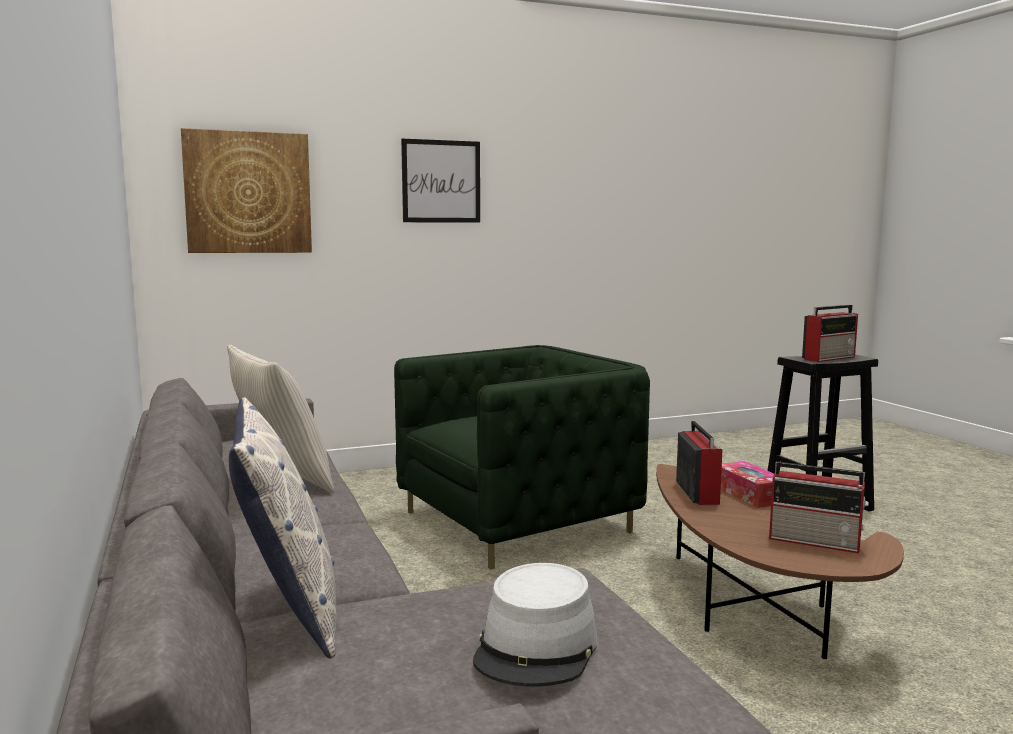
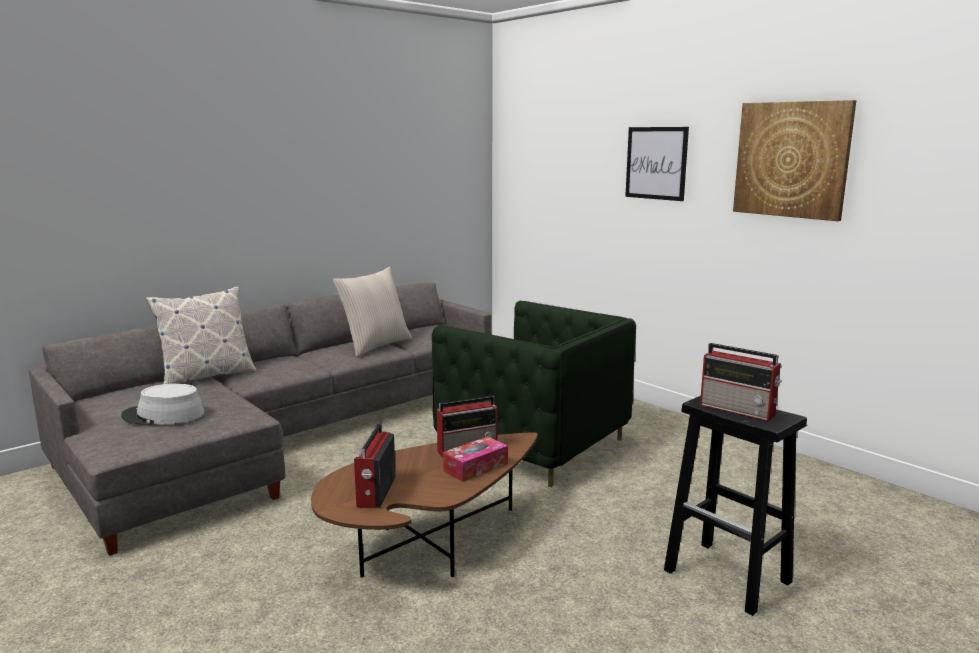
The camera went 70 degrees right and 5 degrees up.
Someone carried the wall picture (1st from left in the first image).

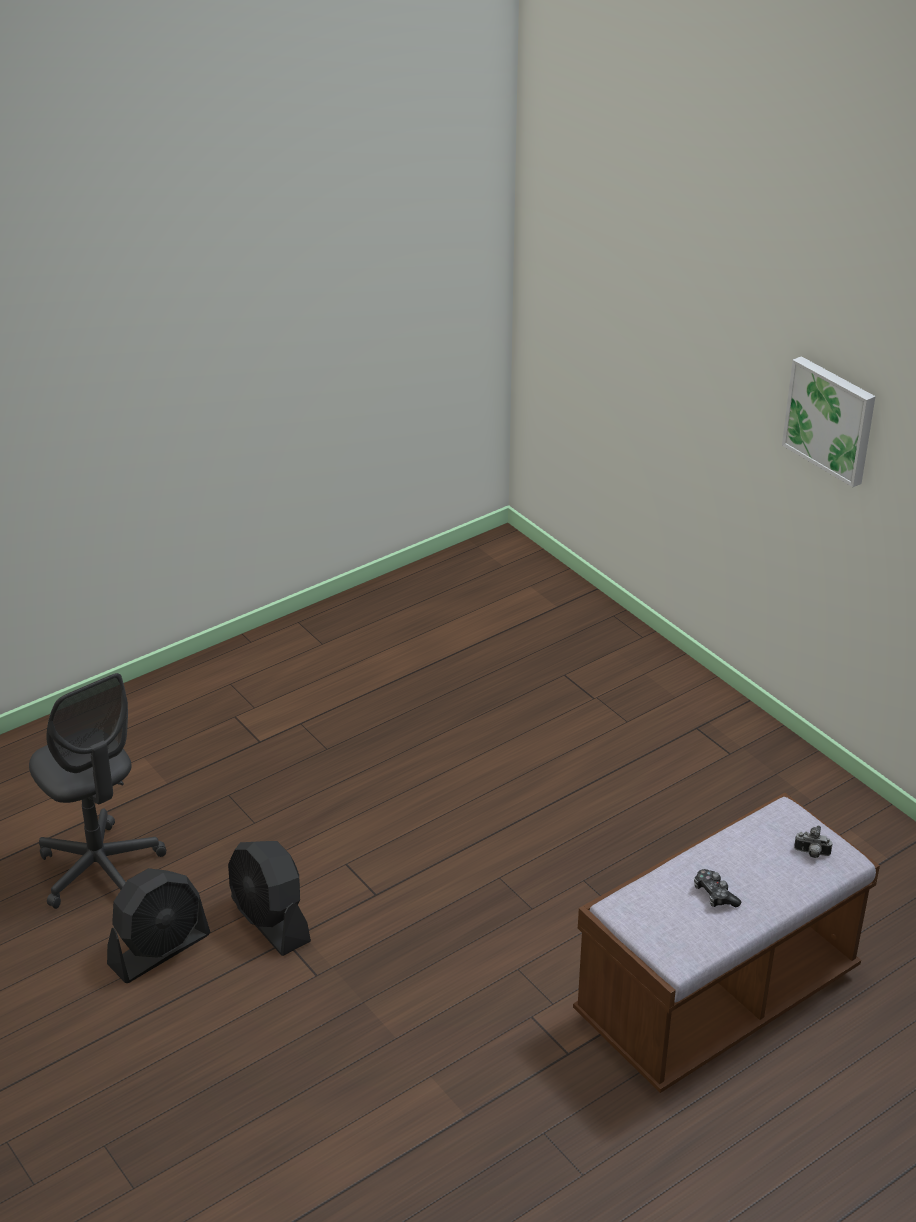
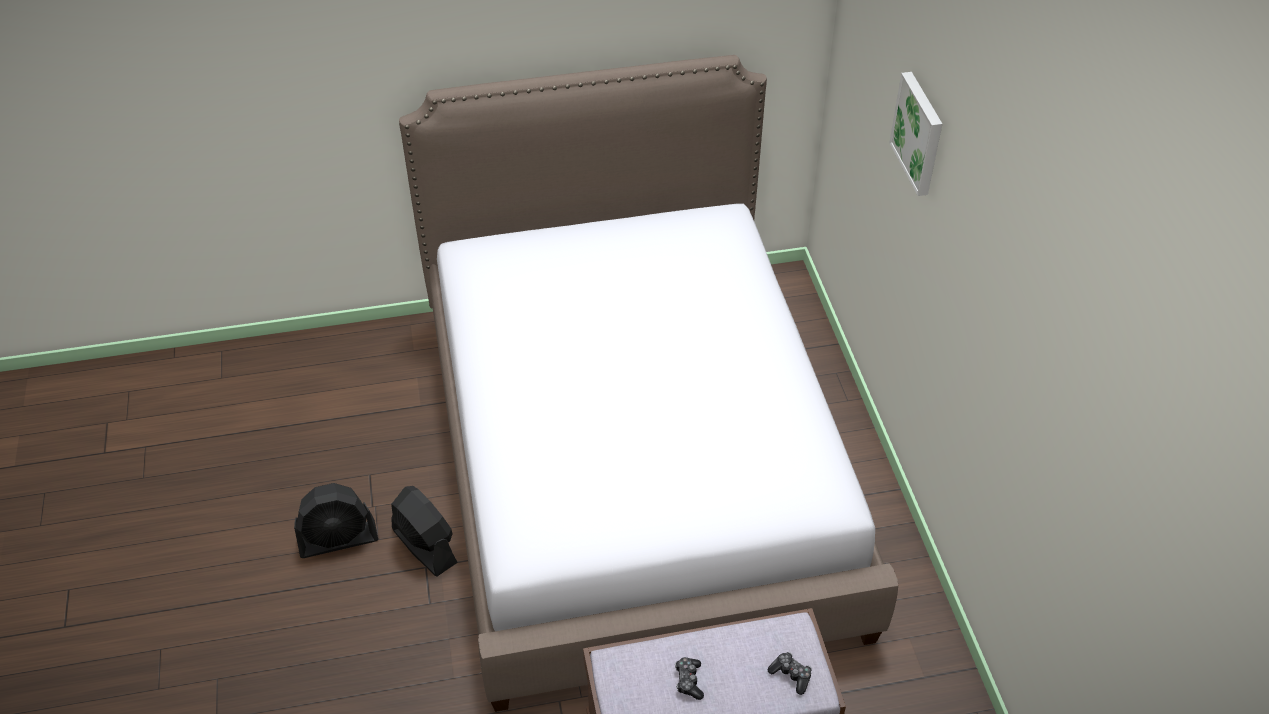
The camera went 25 degrees right and 10 degrees up.
Someone took away the grey office chair.
Someone put down the bedroom bed.
Someone carried the wall picture.
Someone swapped the photo camera for the joypad (2nd from left).
Someone rotated the blackish fan (2nd from left) by 150 degrees clockwise.

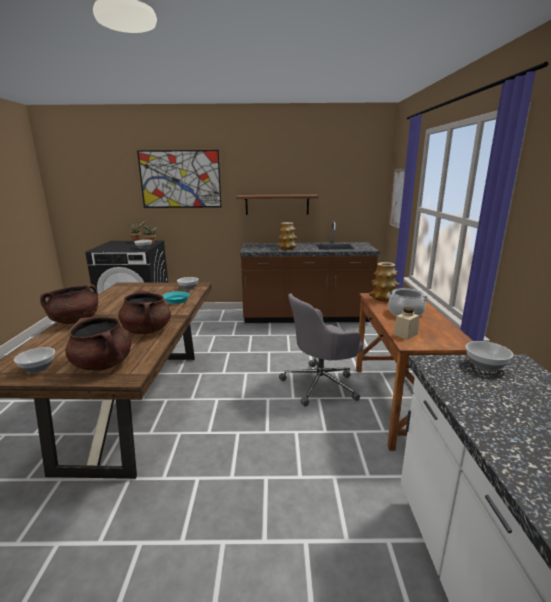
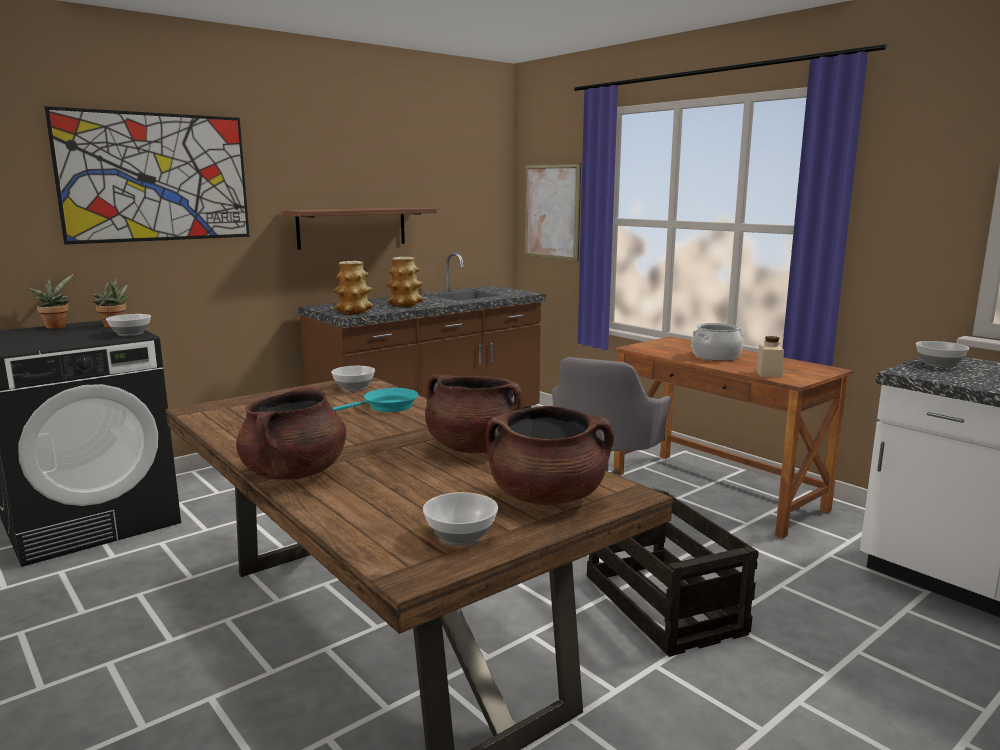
The camera went 40 degrees left and 5 degrees down.
Someone put down the shipping crate.
Someone carried the decorative vase (2nd from left in the first image).

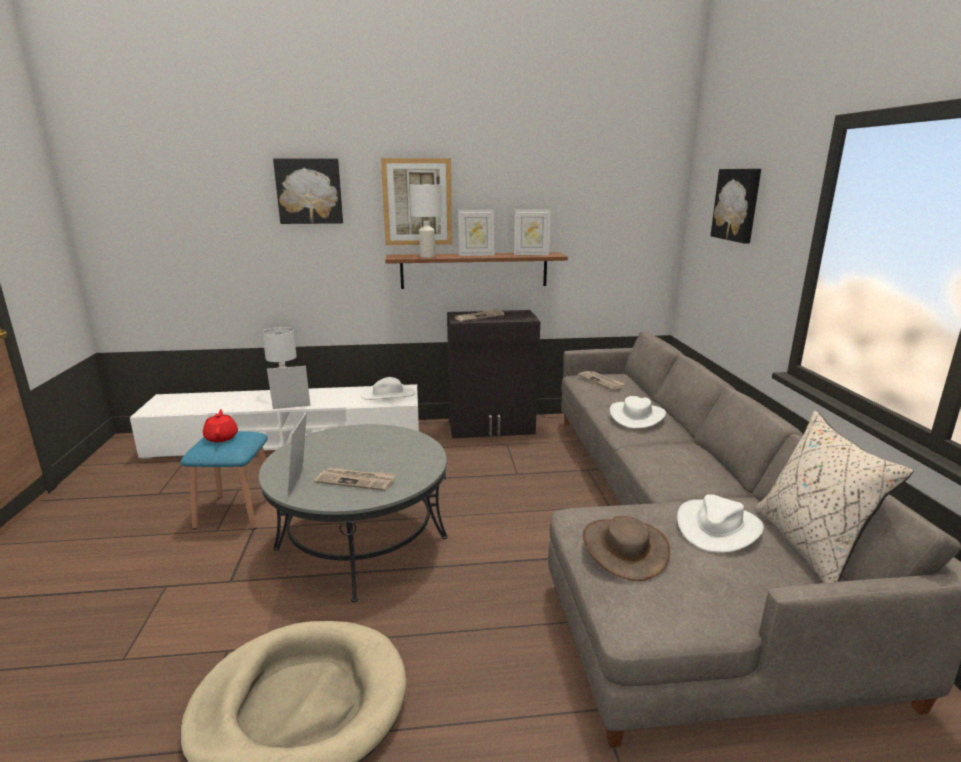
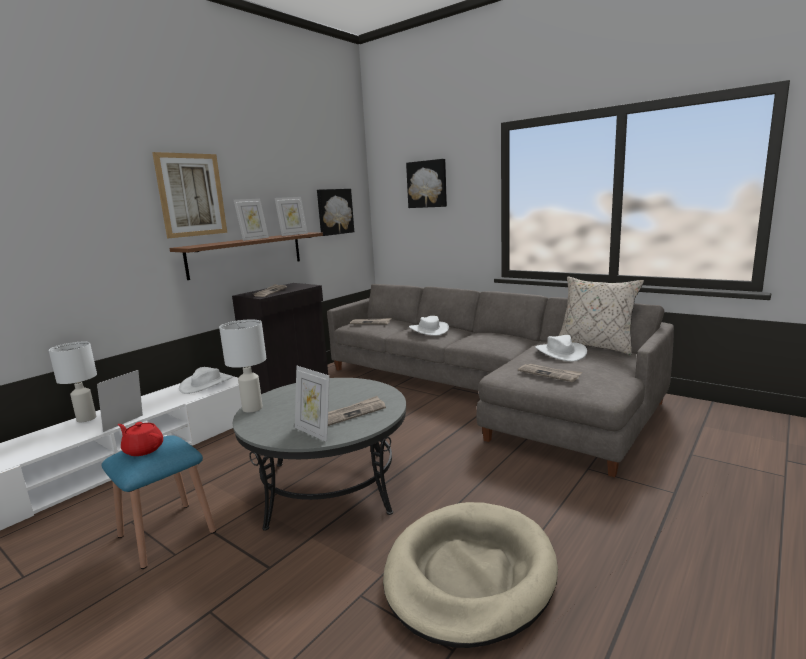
The camera went 45 degrees left and 5 degrees down.
Someone carried the wall picture (1st from left in the first image).
Someone carried the whitish table lamp (2nd from left).
Someone swapped the brownish hat for the daily paper (4th from left).

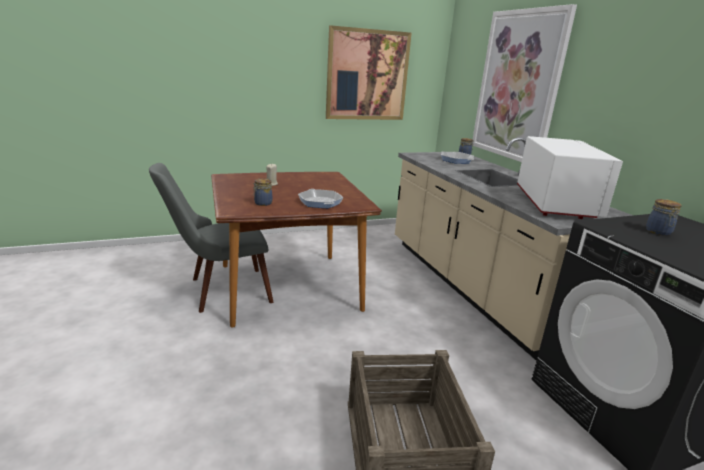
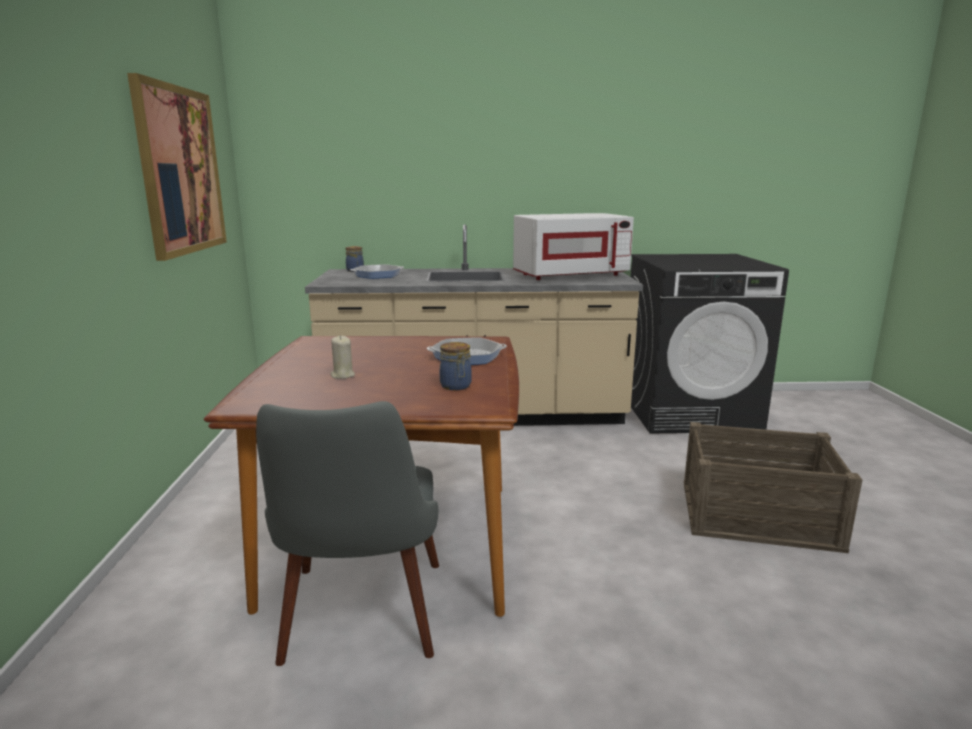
The camera went 70 degrees left and 5 degrees down.
Someone took away the wall picture (2nd from left).
Someone took away the jar (3rd from left).
Someone rotated the whitish microwave oven by 135 degrees clockwise.

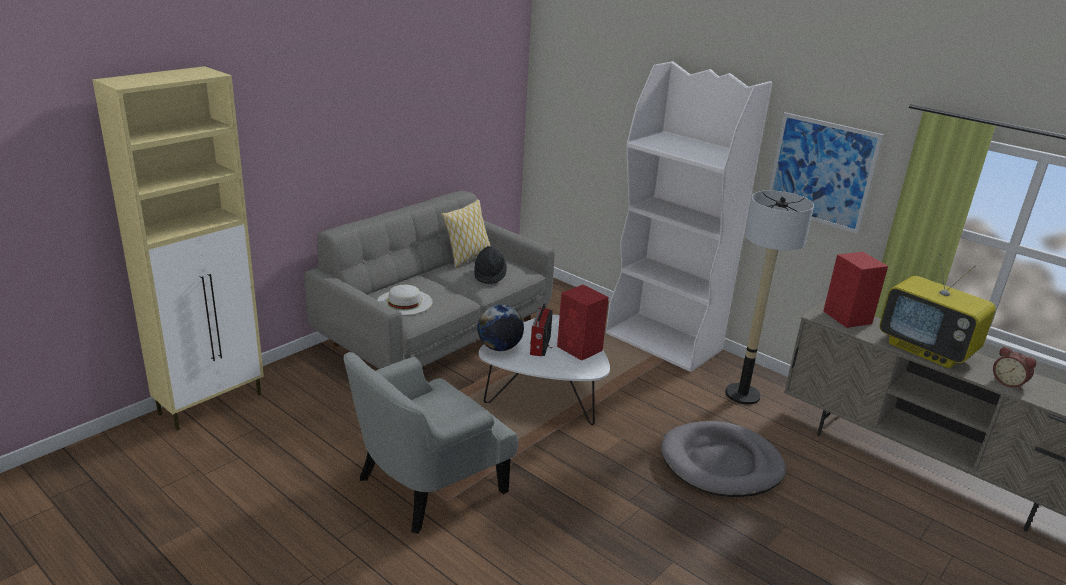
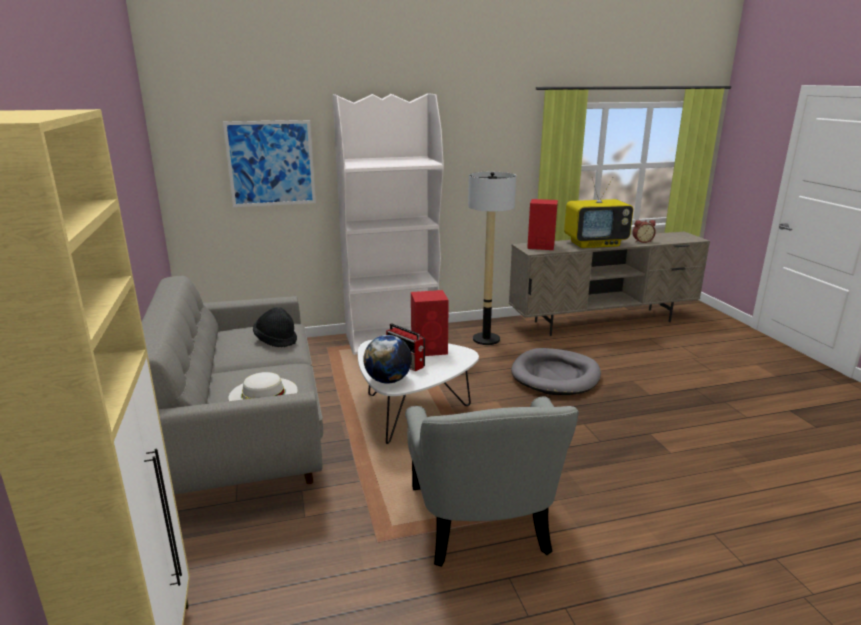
The camera went 55 degrees left and 5 degrees down.
Someone took away the cushion.
Someone carried the wall picture.

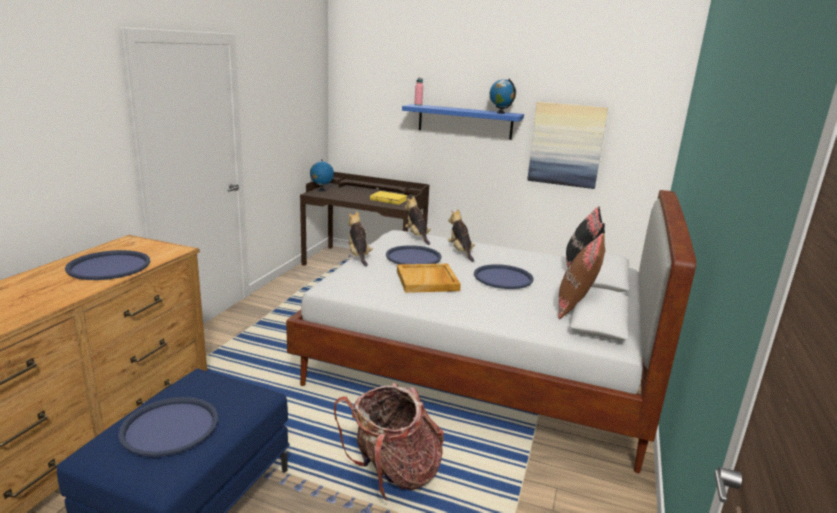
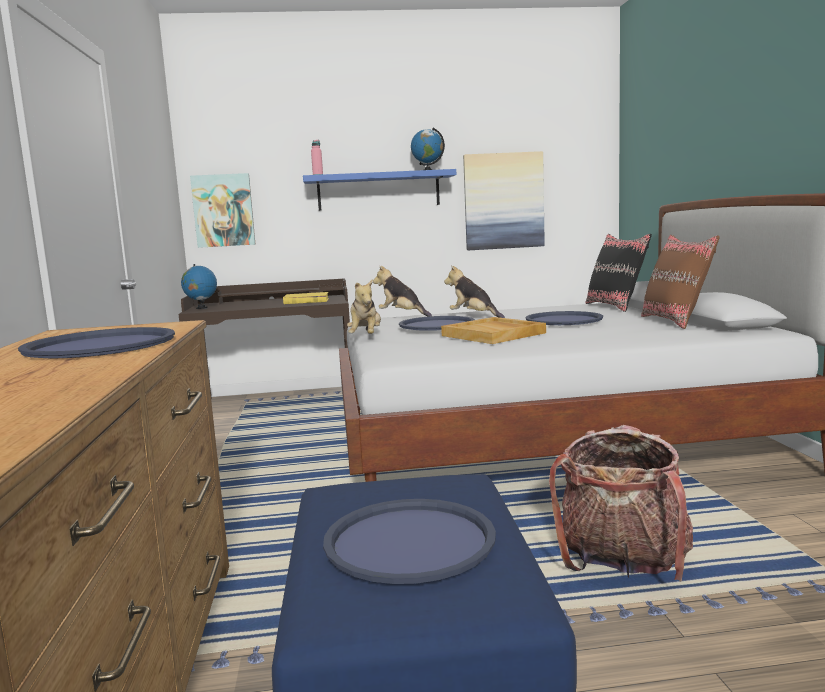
The camera went 25 degrees left and 10 degrees down.
Someone put up the wall picture (1st from left).
Someone rotated the cuddly toy (1st from left) by 135 degrees counterclockwise.

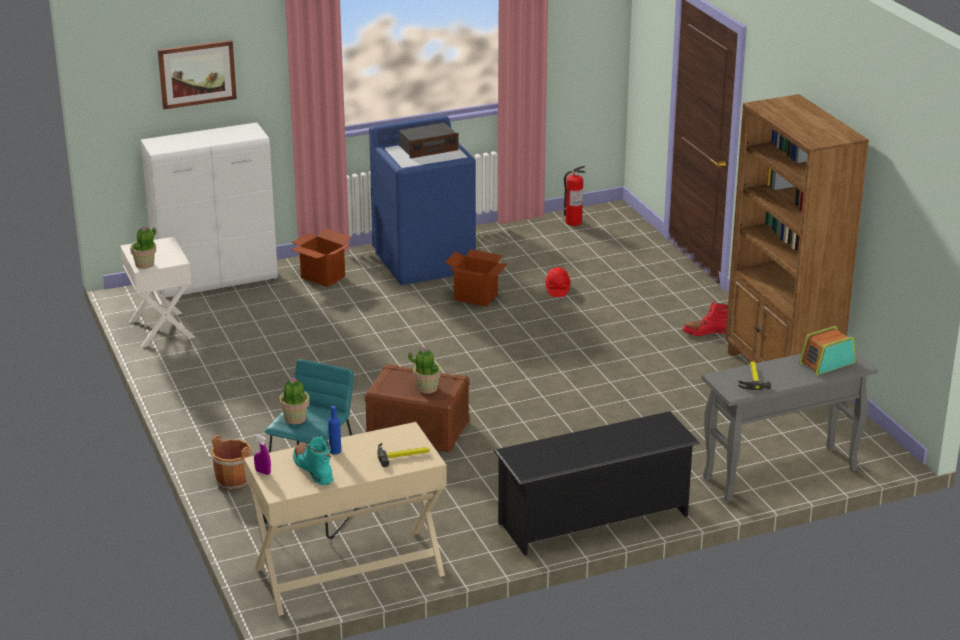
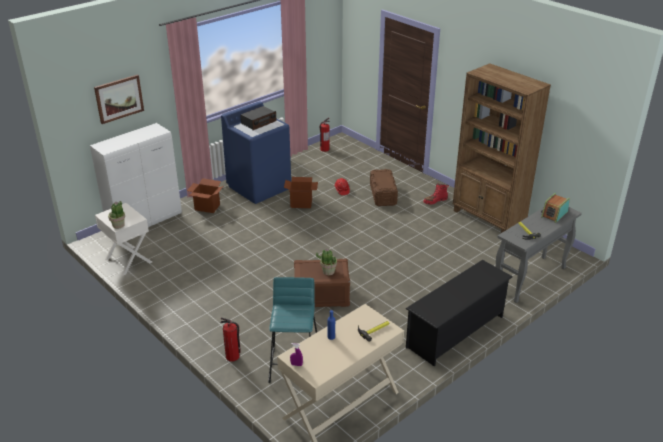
The camera went 20 degrees left and 5 degrees up.
Someone took away the plant in a pot (2nd from left).
Someone took away the turquoise-coloured tall boot.
Someone put down the brownish storage box (2nd from left).
Someone swapped the brownish water bucket for the extinguisher (1st from left).

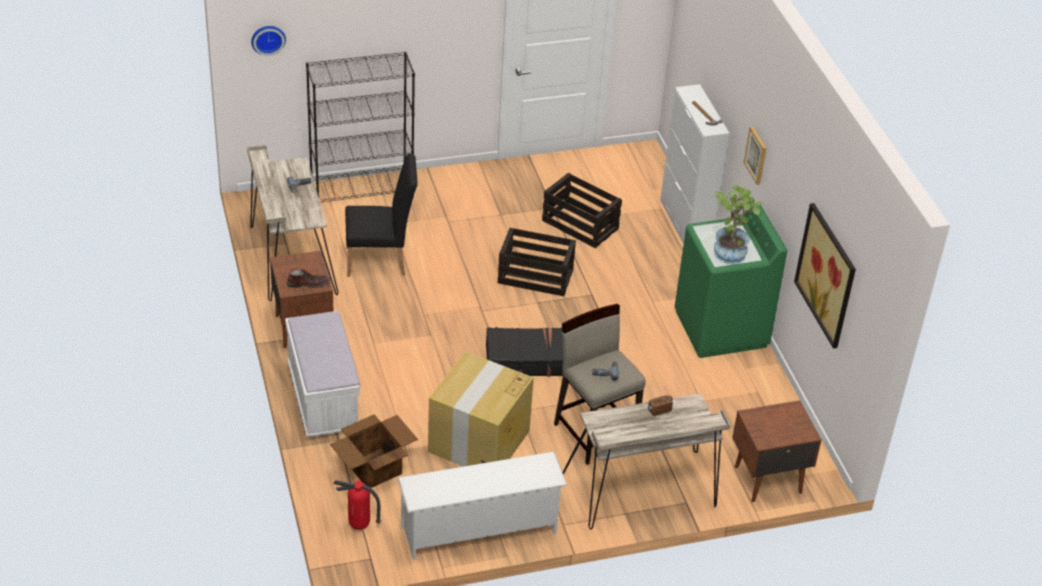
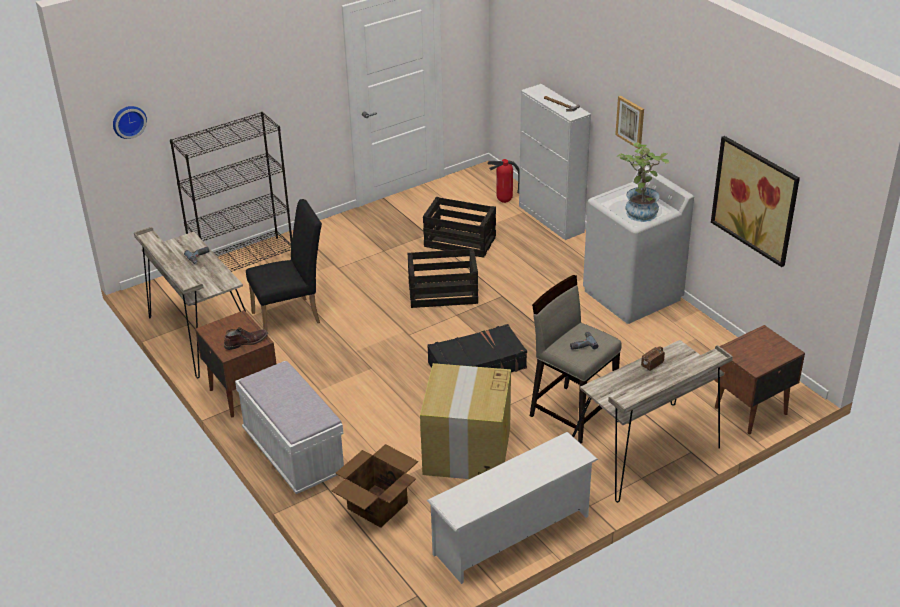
The camera went 15 degrees left and 5 degrees down.
Someone carried the extinguisher.
Someone repainted the green-coloured laundry appliance, which became the whitish laundry appliance.

